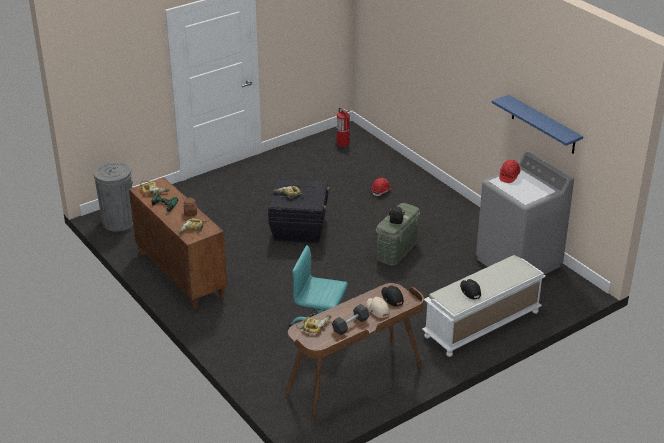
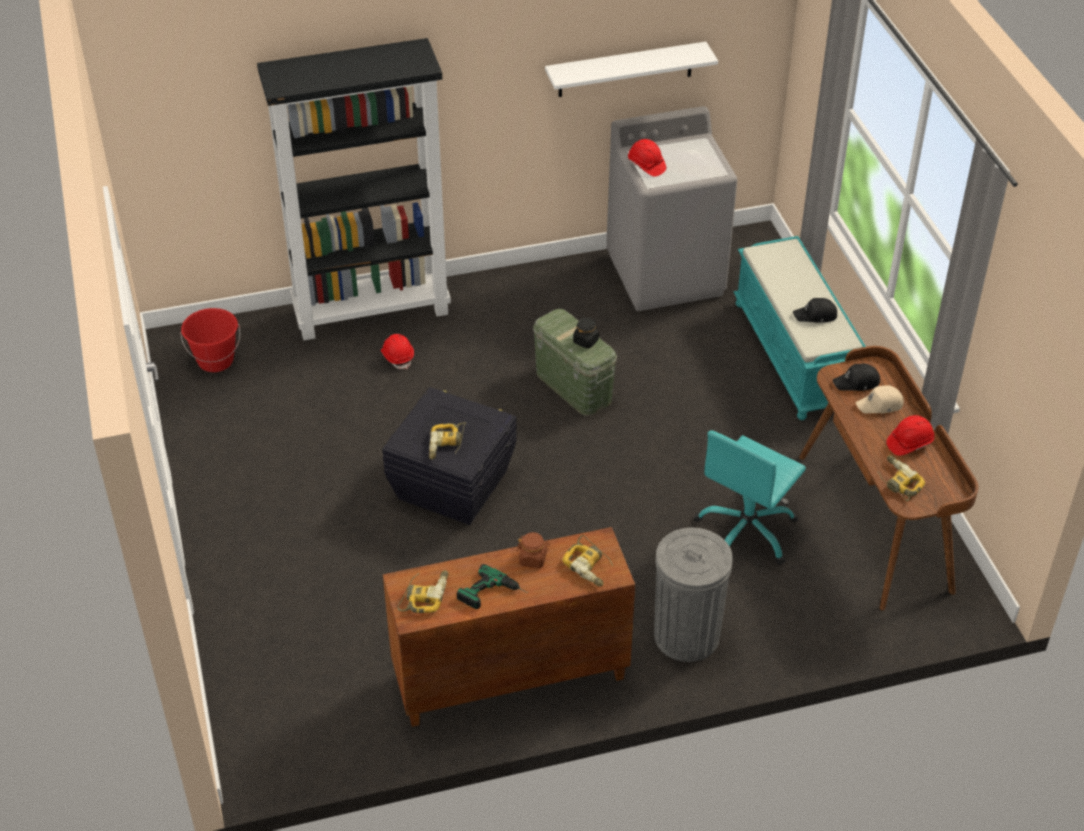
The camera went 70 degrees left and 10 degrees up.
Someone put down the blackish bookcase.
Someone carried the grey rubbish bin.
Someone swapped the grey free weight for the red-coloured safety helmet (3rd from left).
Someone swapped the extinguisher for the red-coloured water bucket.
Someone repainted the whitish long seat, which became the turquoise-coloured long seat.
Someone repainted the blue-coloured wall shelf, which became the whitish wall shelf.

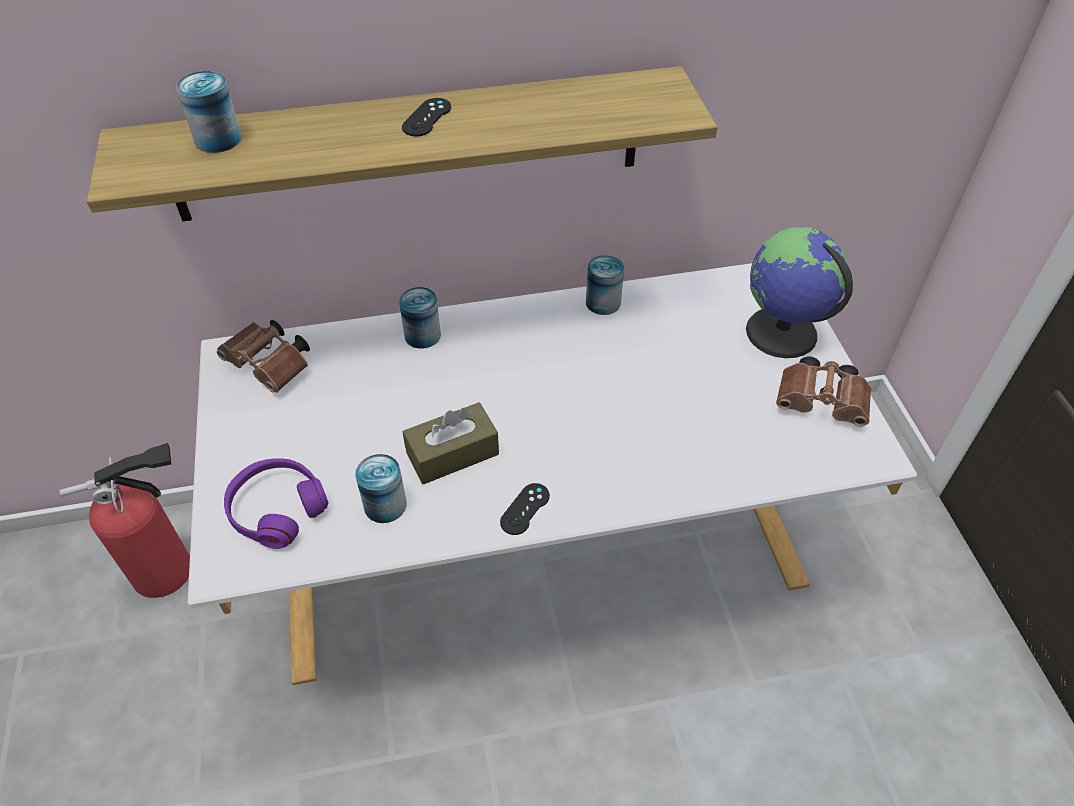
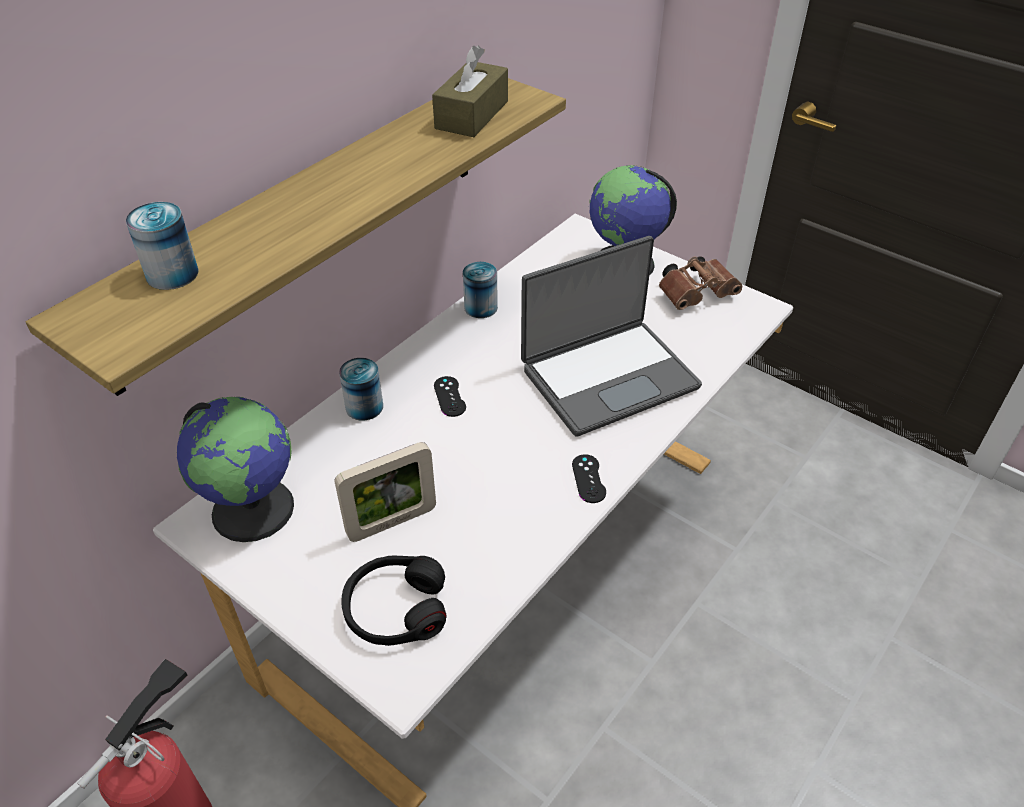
The camera went 40 degrees left and 5 degrees down.
Someone took away the can (2nd from left).
Someone put down the standing frame.
Someone put down the notebook computer.
Someone carried the blackish joypad (1st from left).
Someone carried the brownish tissue box.
Someone swapped the brownish binoculars (1st from left) for the world globe (1st from left).
Someone repainted the purplish pair of headphones, which became the blackish pair of headphones.

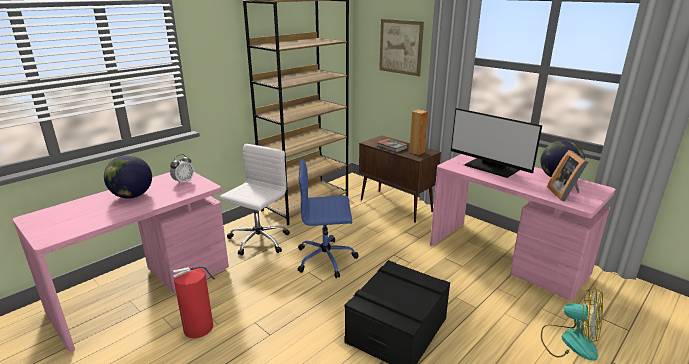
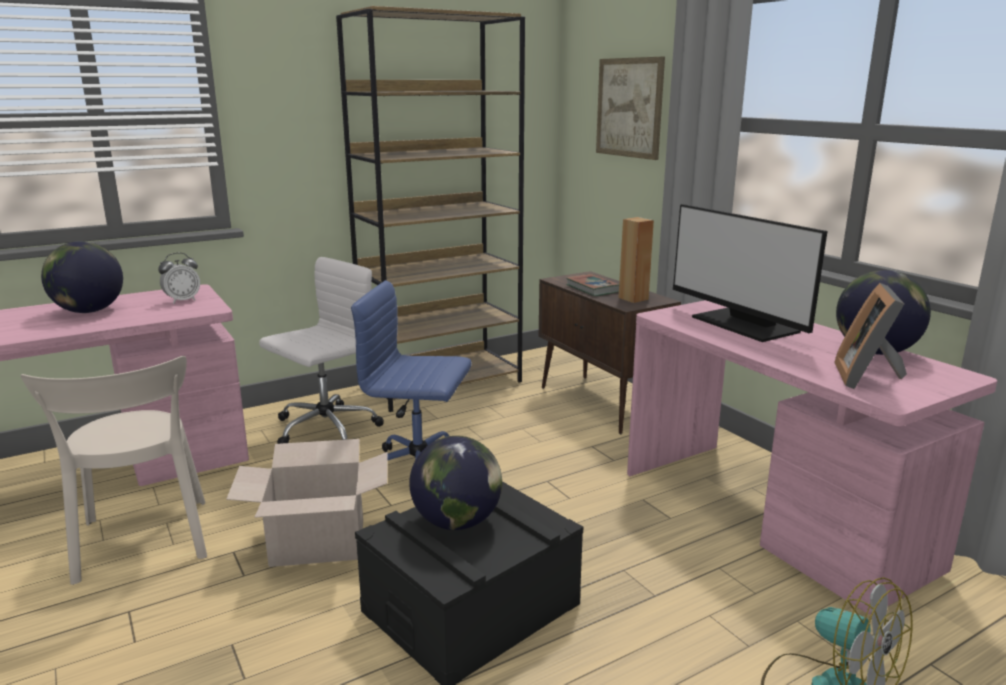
The camera went 15 degrees right and 5 degrees down.
Someone put down the carton.
Someone put down the world globe (2nd from left).
Someone swapped the extinguisher for the sand-coloured upright chair.

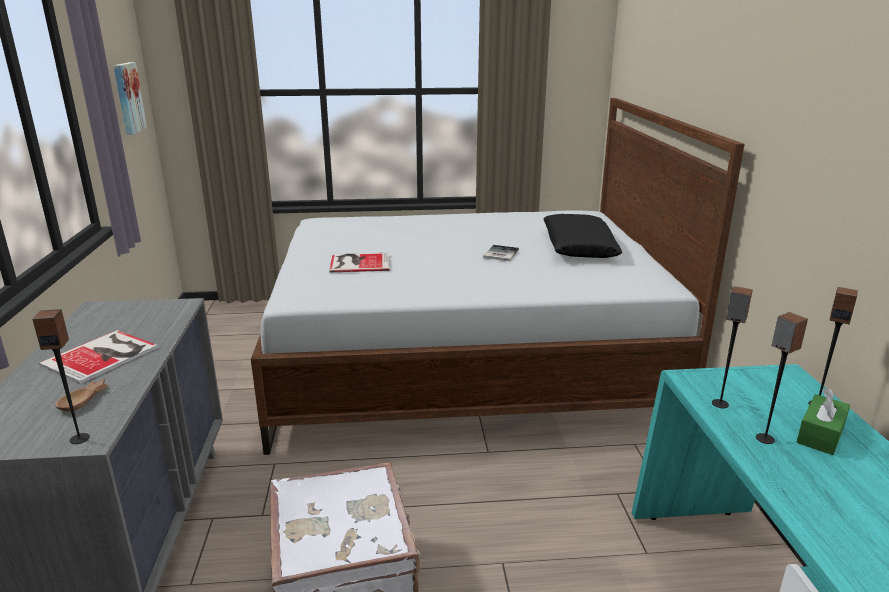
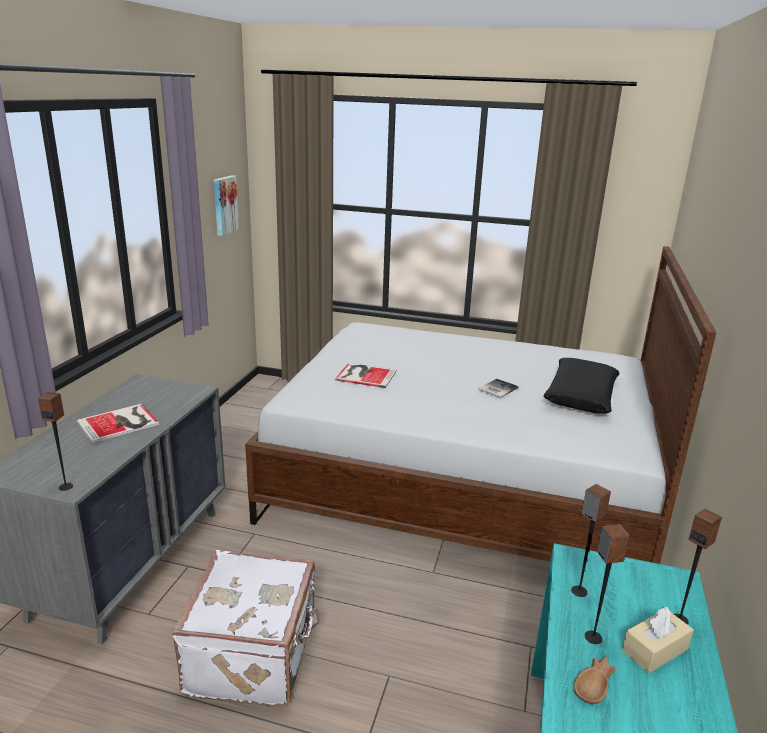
The camera went 20 degrees right and 0 degrees up.
Someone carried the brownish serving bowl.
Someone repainted the green-coloured tissue box, which became the sand-coloured tissue box.

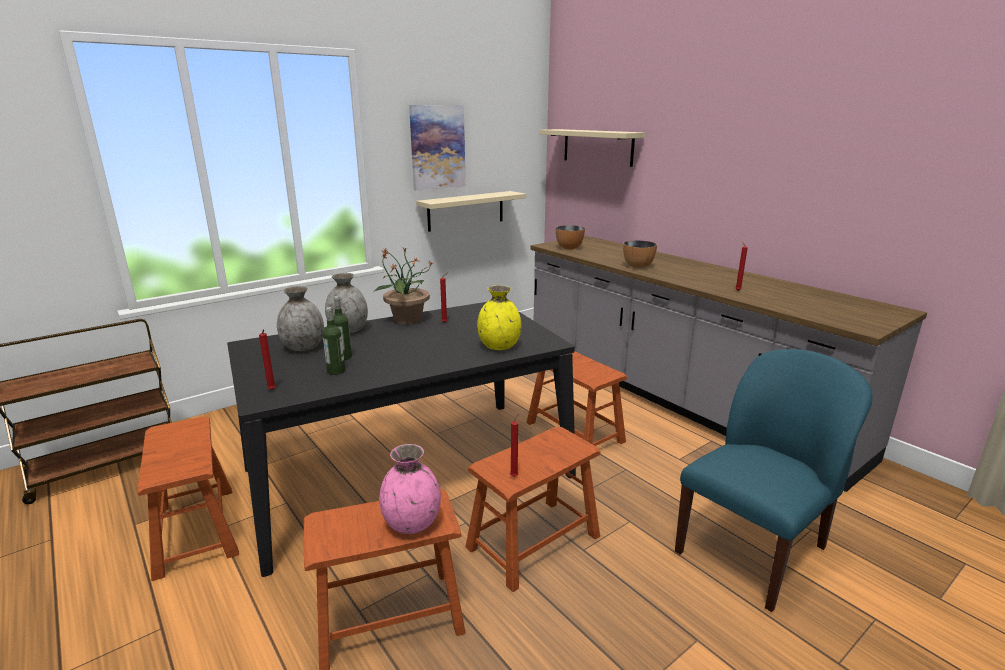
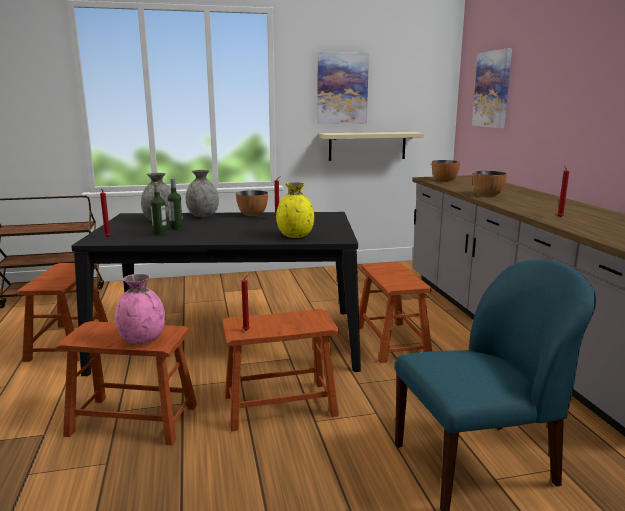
The camera went 25 degrees right and 5 degrees down.
Someone swapped the plant in a pot for the serving bowl (1st from left).
Someone swapped the sand-coloured wall shelf (2nd from left) for the wall picture (2nd from left).

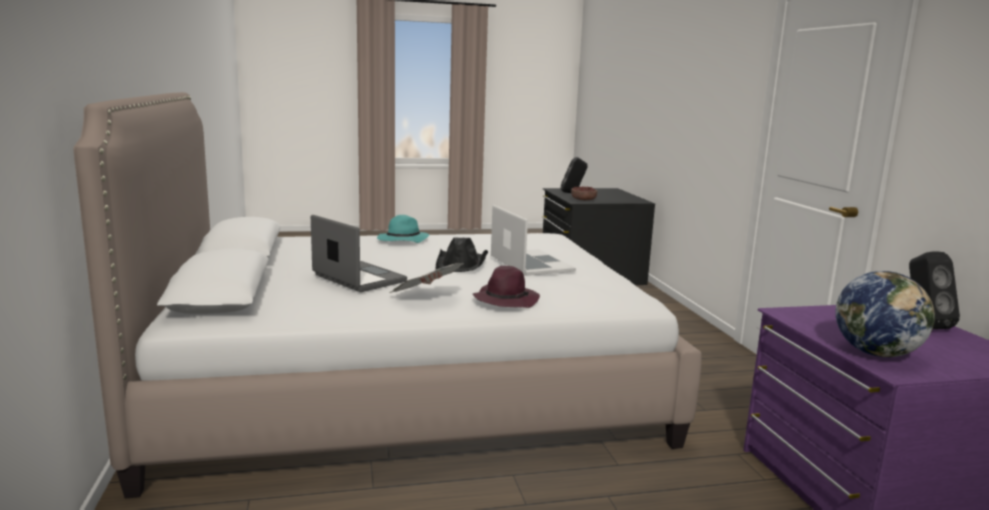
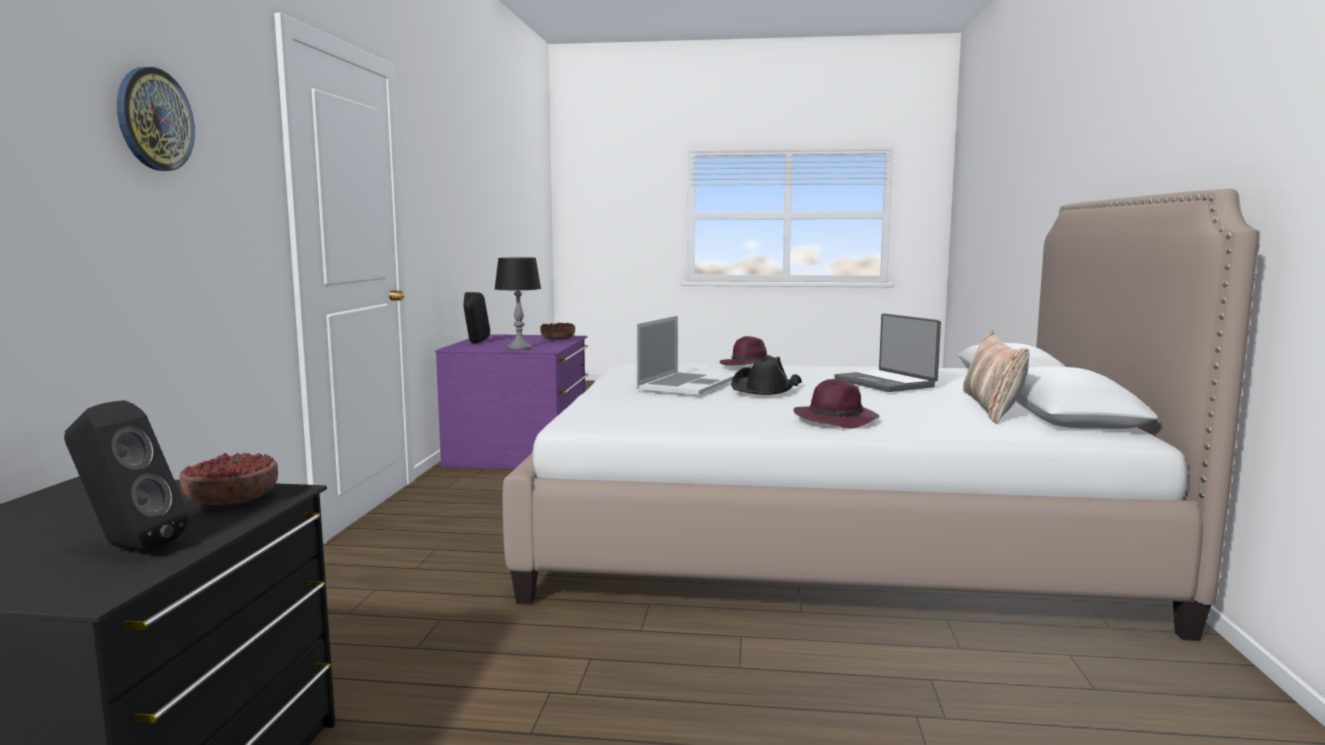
The camera went 160 degrees left and 5 degrees down.
Someone took away the daily paper.
Someone put up the wall clock.
Someone put down the table lamp.
Someone put down the cushion.
Someone swapped the world globe for the serving bowl (2nd from left).
Someone repainted the turquoise-coloured hat, which became the purplish hat (2nd from left).
Someone rotated the notebook computer (2nd from left in the first image) by 150 degrees counterclockwise.

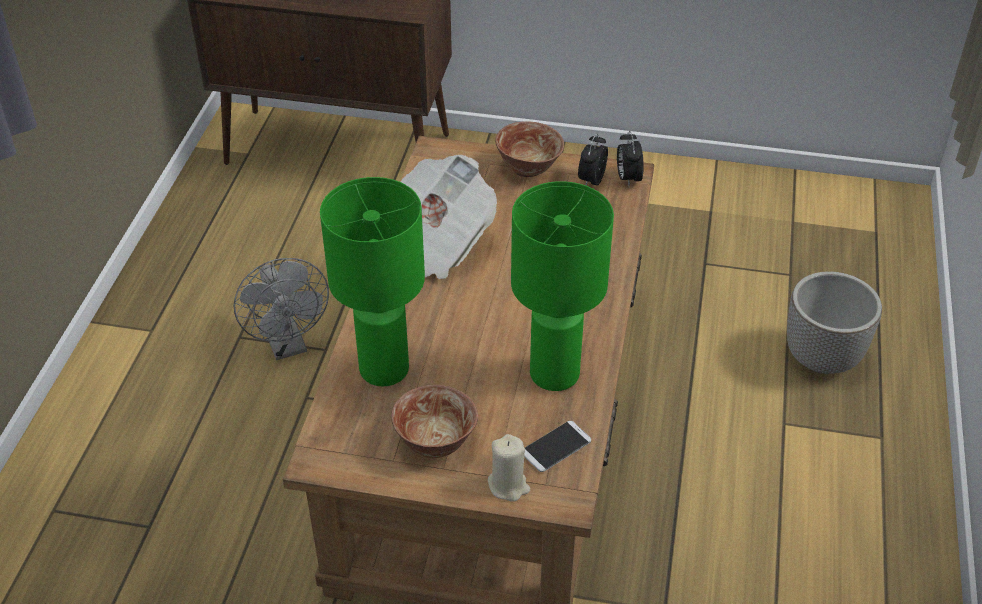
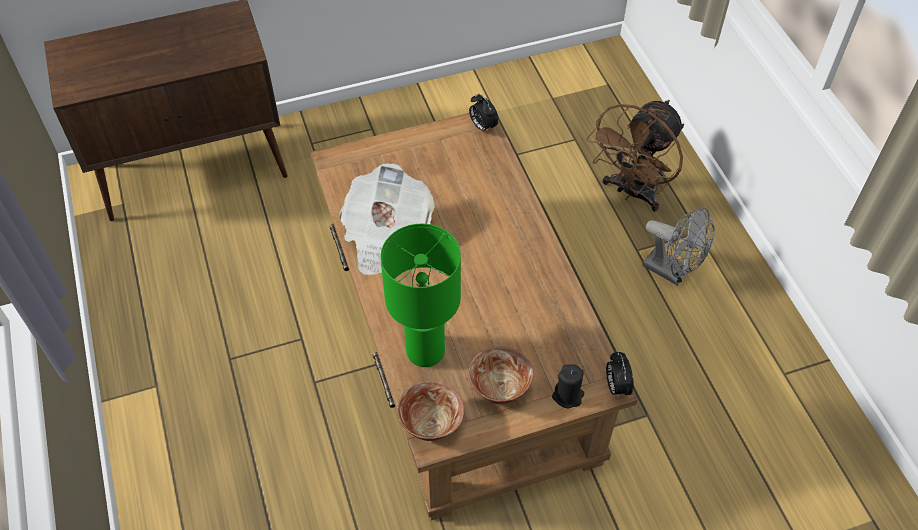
The camera went 30 degrees left and 10 degrees up.
Someone took away the green-coloured table lamp (2nd from left).
Someone took away the telephone.
Someone carried the grey fan.
Someone carried the serving bowl (2nd from left in the first image).
Someone carried the table clock (1st from left in the first image).
Someone swapped the flower pot for the brownish fan.
Someone repainted the sand-coloured candle, which became the blackish candle.

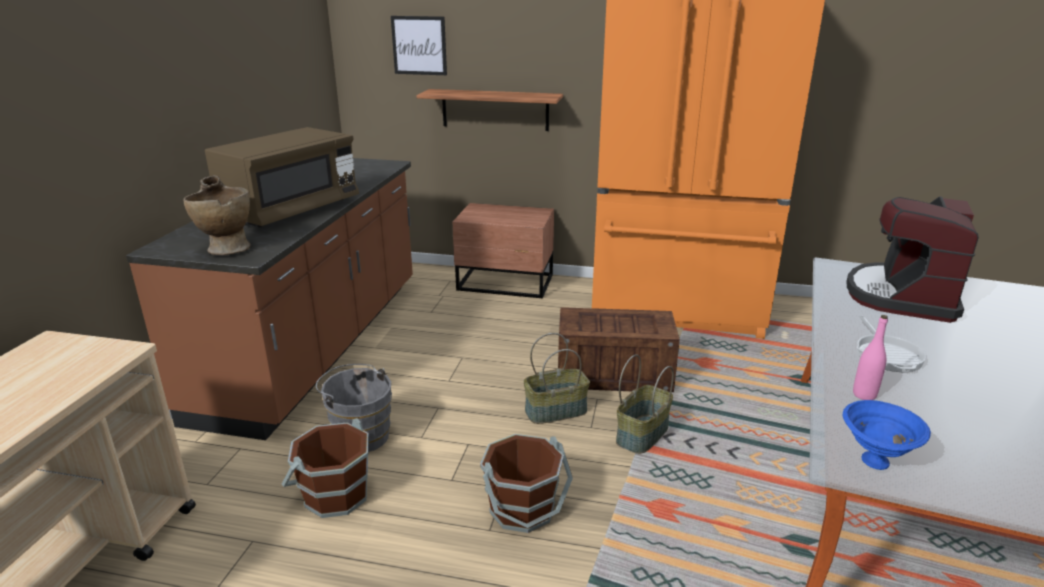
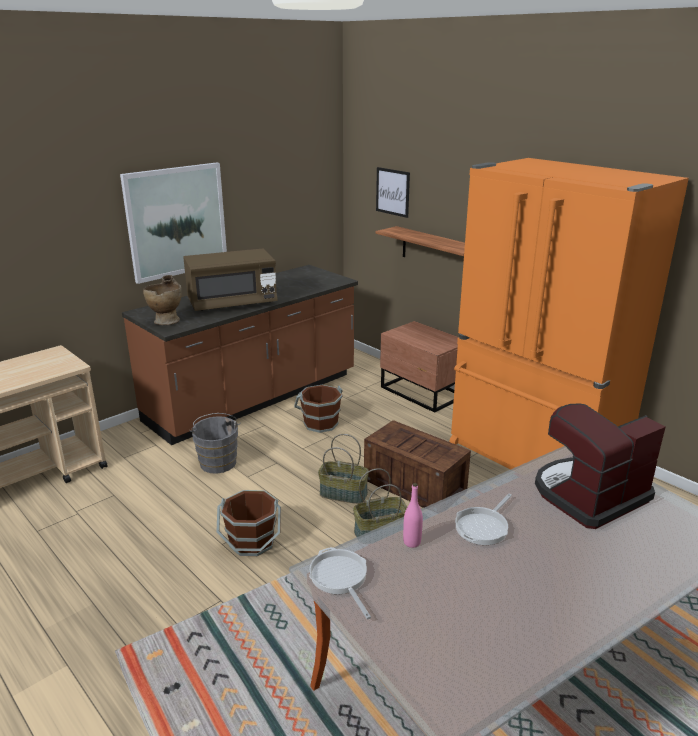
The camera went 35 degrees right and 0 degrees up.
Someone put up the wall picture (1st from left).
Someone carried the brownish water bucket (1st from left in the first image).
Someone swapped the blue-coloured serving bowl for the skillet (1st from left).

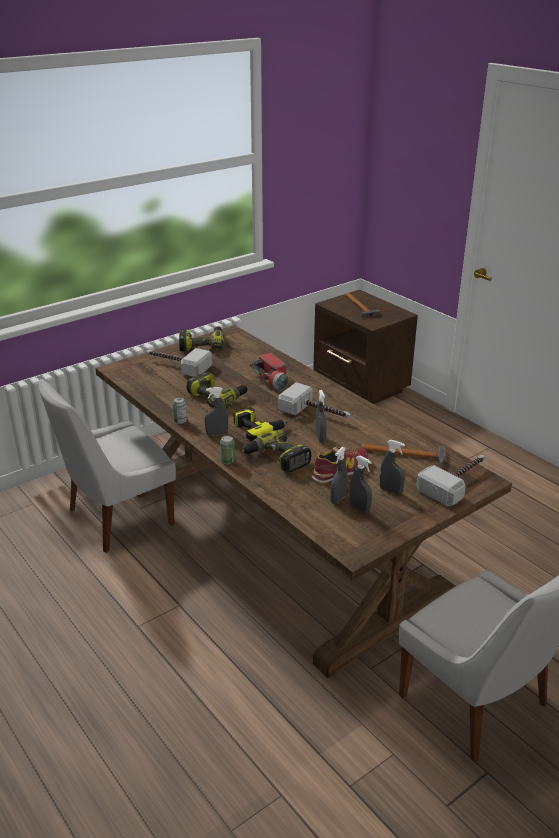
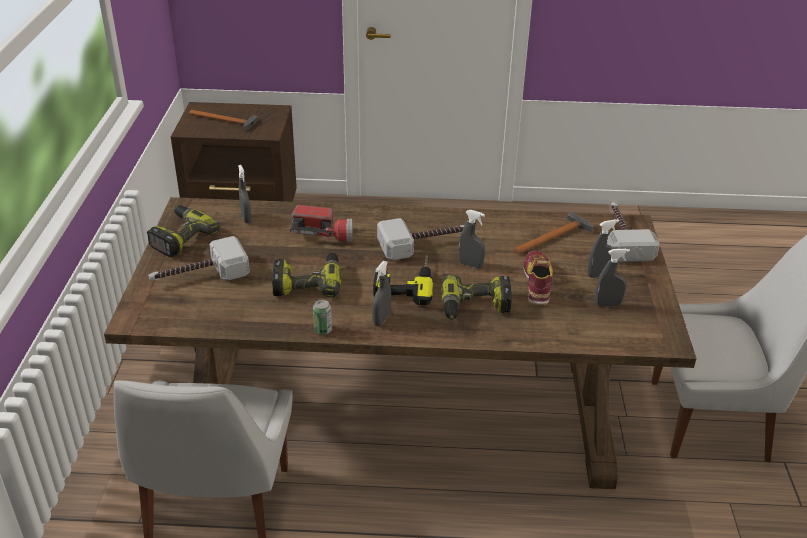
The camera went 50 degrees left and 5 degrees up.
Someone took away the can (2nd from left).
Someone carried the grey spray bottle (3rd from left in the first image).

